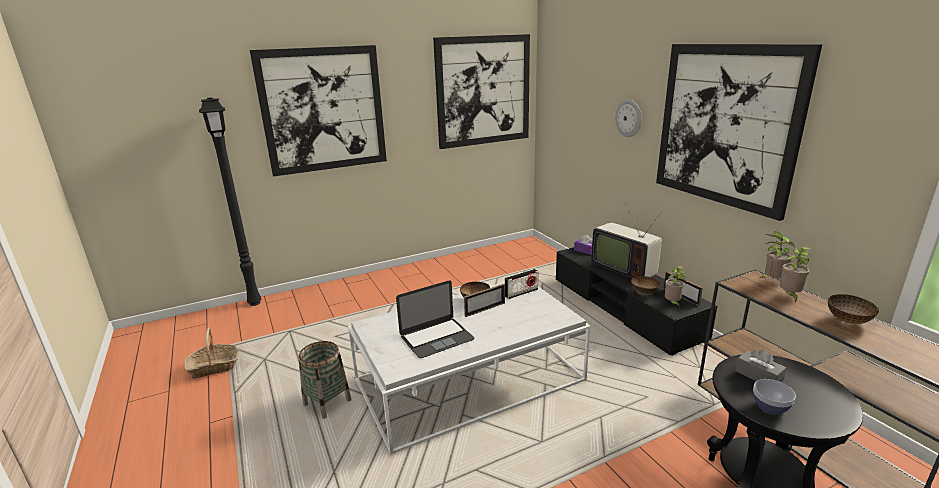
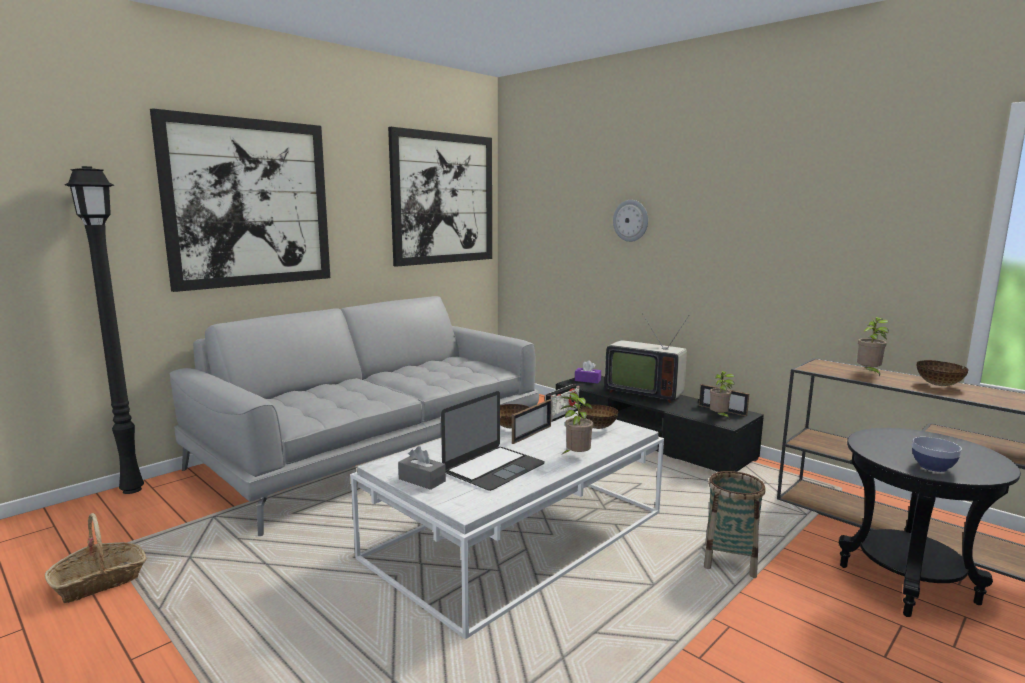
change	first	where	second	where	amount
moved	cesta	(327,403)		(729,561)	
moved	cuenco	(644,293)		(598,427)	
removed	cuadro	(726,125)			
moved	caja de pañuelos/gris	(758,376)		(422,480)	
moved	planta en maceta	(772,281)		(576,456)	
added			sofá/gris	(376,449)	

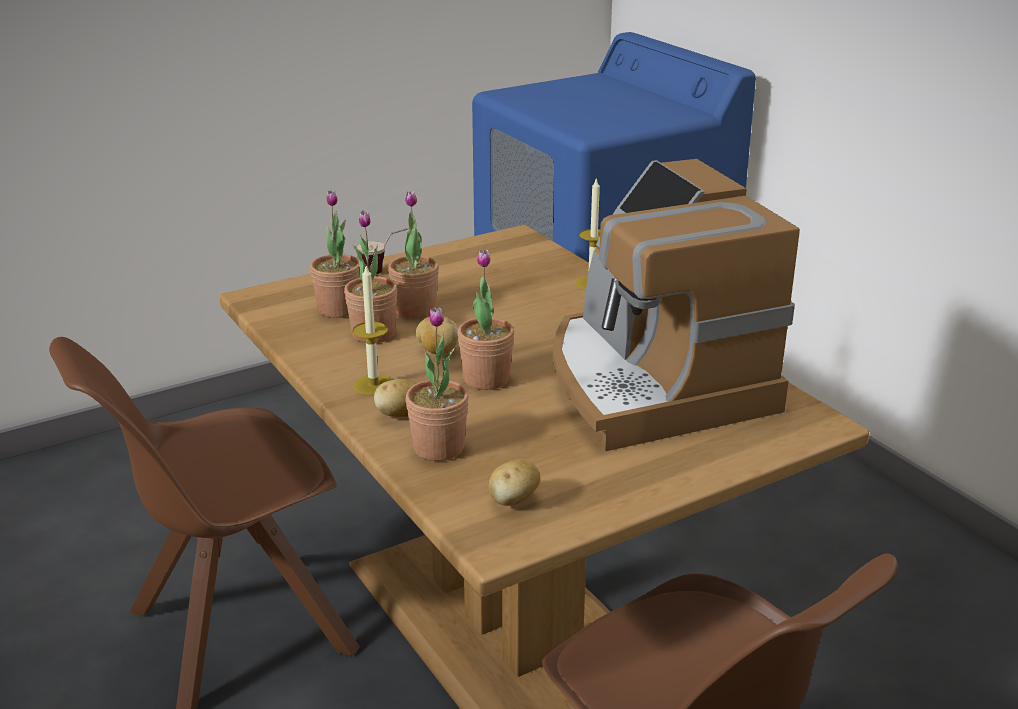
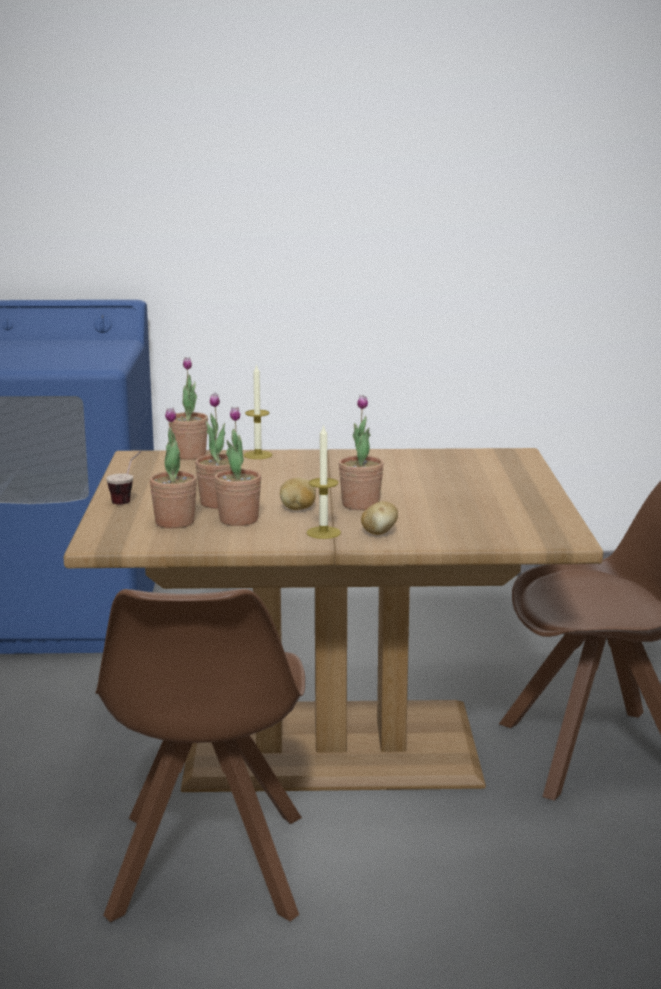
change	first	where	second	where	amount
moved	planta en maceta	(438,447)		(189,455)	
removed	patata	(513,501)			
removed	cafetera	(652,382)			

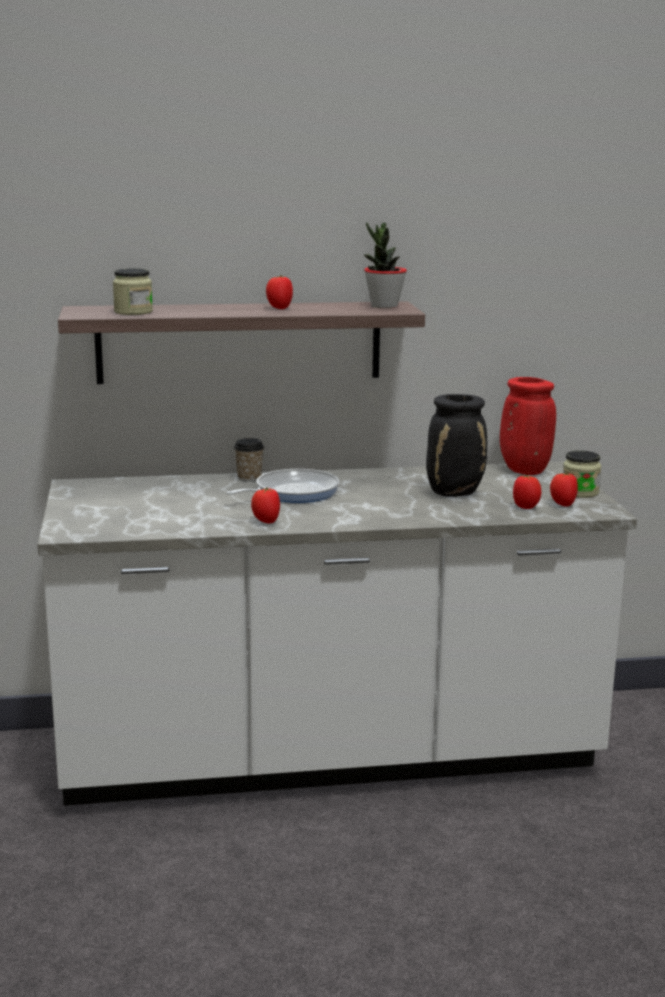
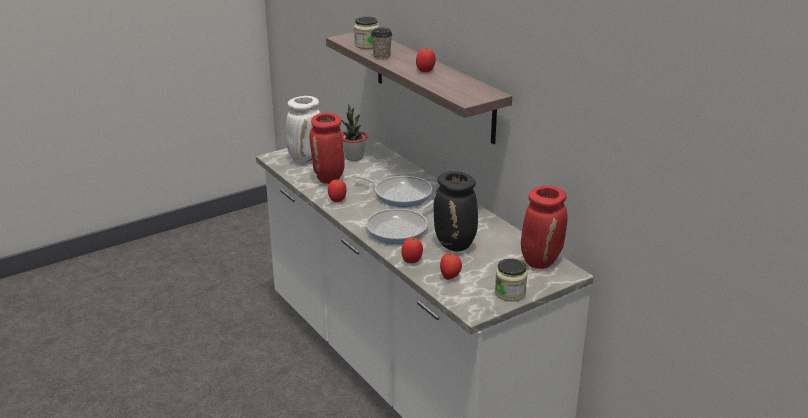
change	first	where	second	where	amount
moved	taza	(249,478)		(381,56)	
moved	planta en maceta	(384,306)		(354,157)	
moved	tomate	(562,504)		(412,260)	
added			florero/blanco	(306,158)	
added			florero/rojo	(329,179)	
added			sartén	(400,229)	

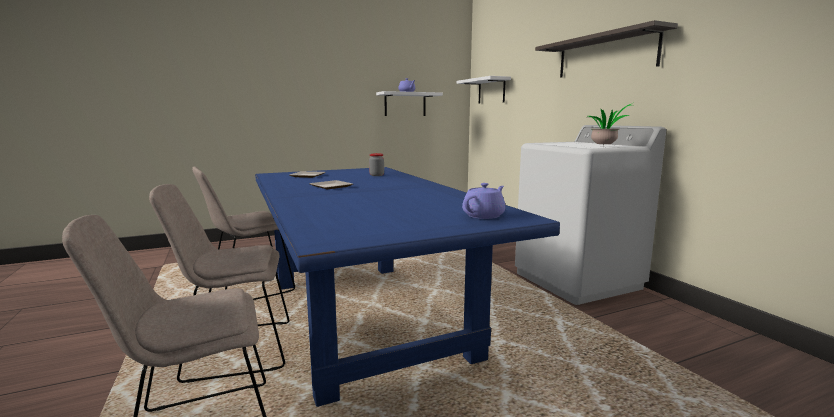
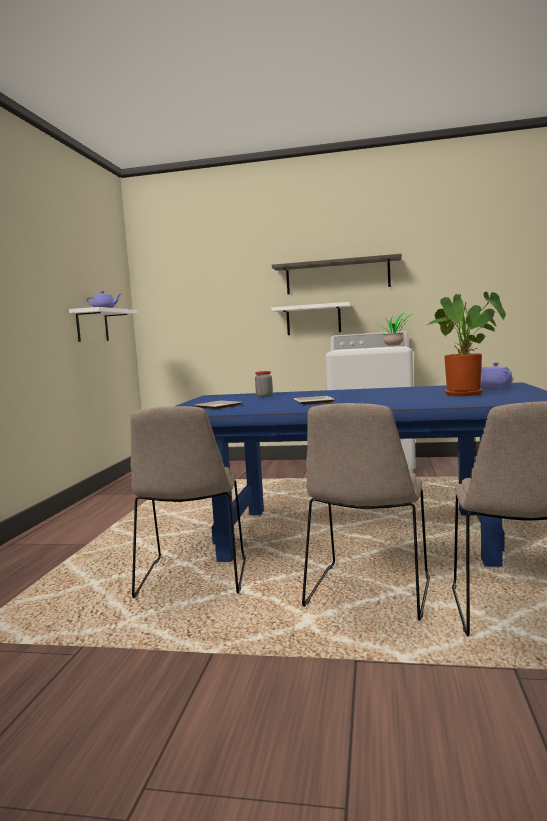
change	first	where	second	where	amount
moved	estante/blanco	(491,91)		(313,319)	
added			planta en maceta	(467,394)	

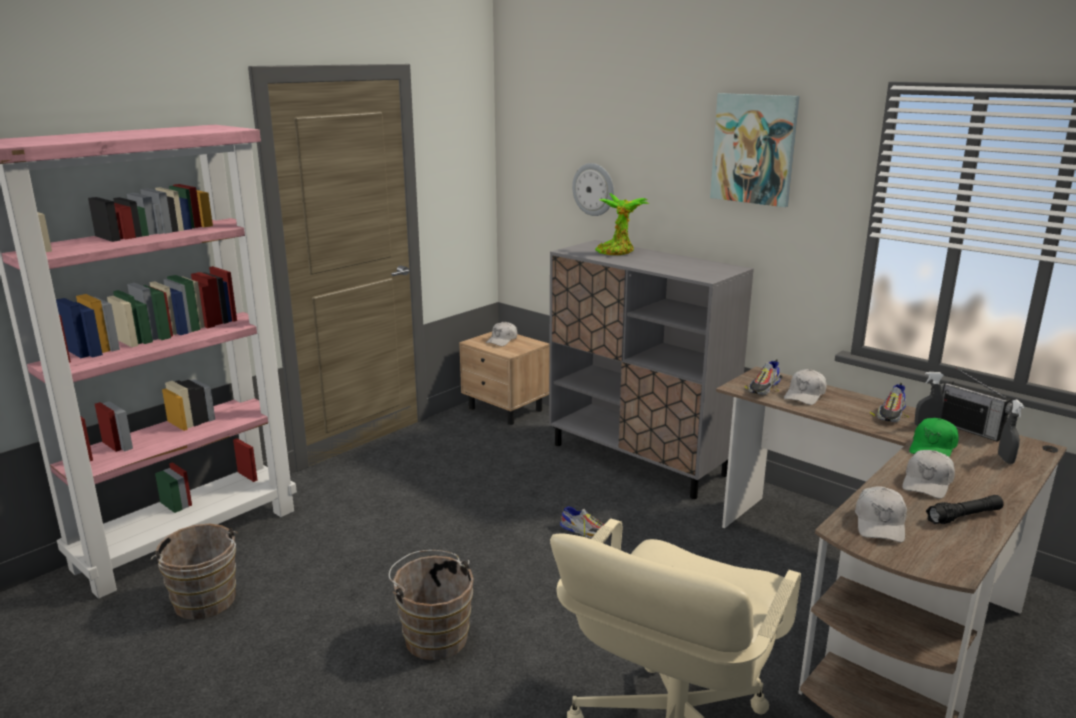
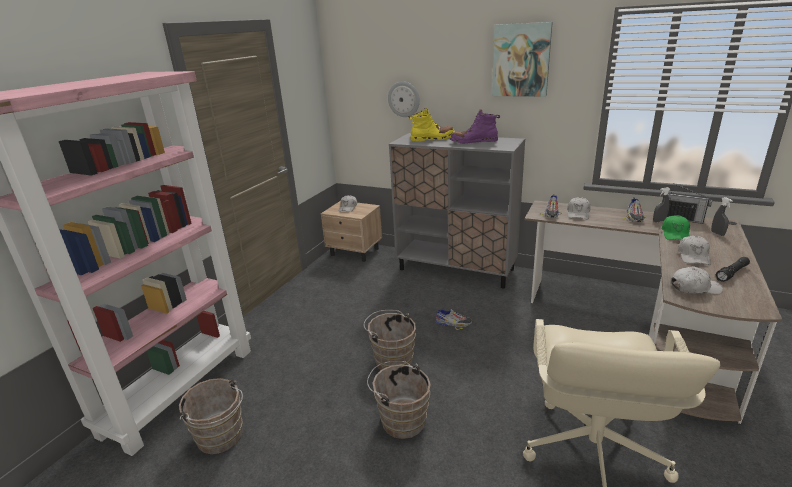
change	first	where	second	where	amount
replaced	planta en maceta	(618,252)	bota/amarillo	(432,139)	
turned	gorra/blanco	(880,524)		(694,288)	90 degrees counterclockwise
added			cubo/marrón	(392,359)	
added			bota/morado	(473,142)	

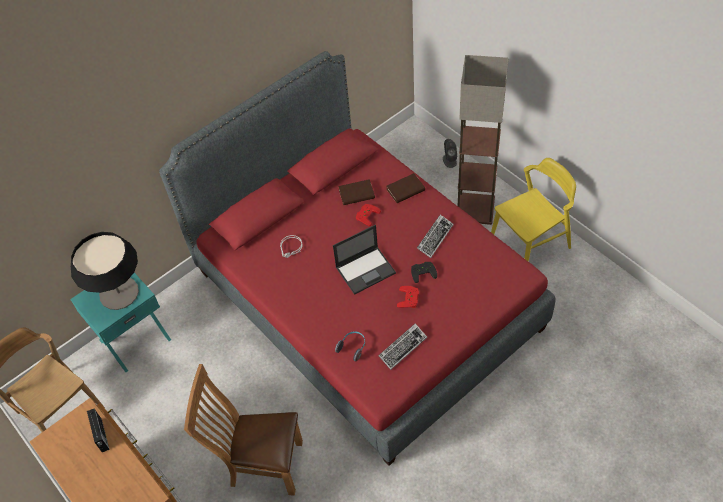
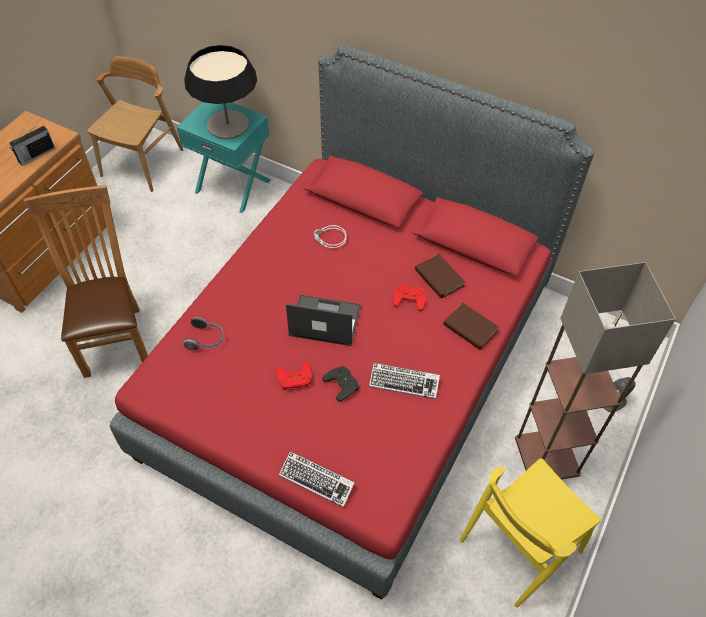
change	first	where	second	where	amount
turned	portátil	(366,270)		(324,320)	150 degrees clockwise
moved	teclado	(402,348)		(317,480)	
turned	silla/amarillo	(530,244)		(519,545)	105 degrees clockwise

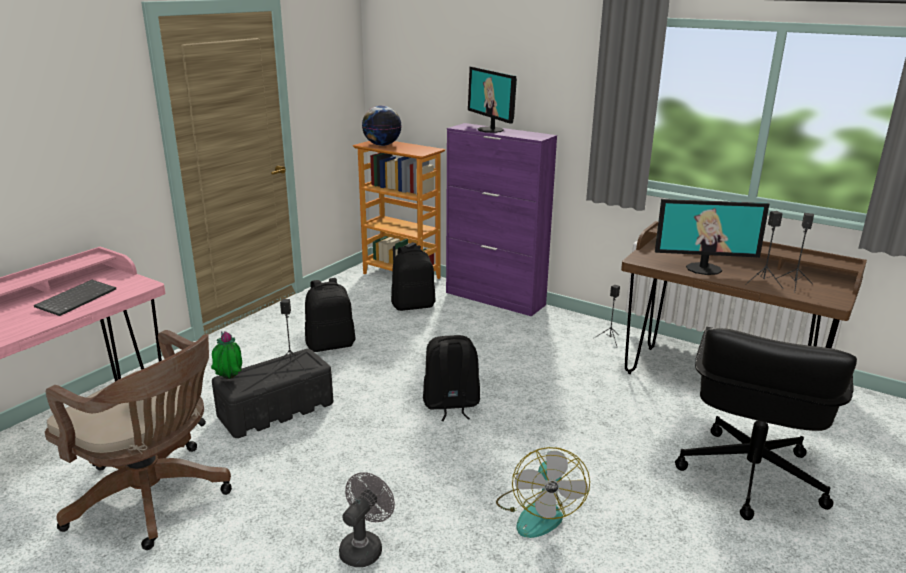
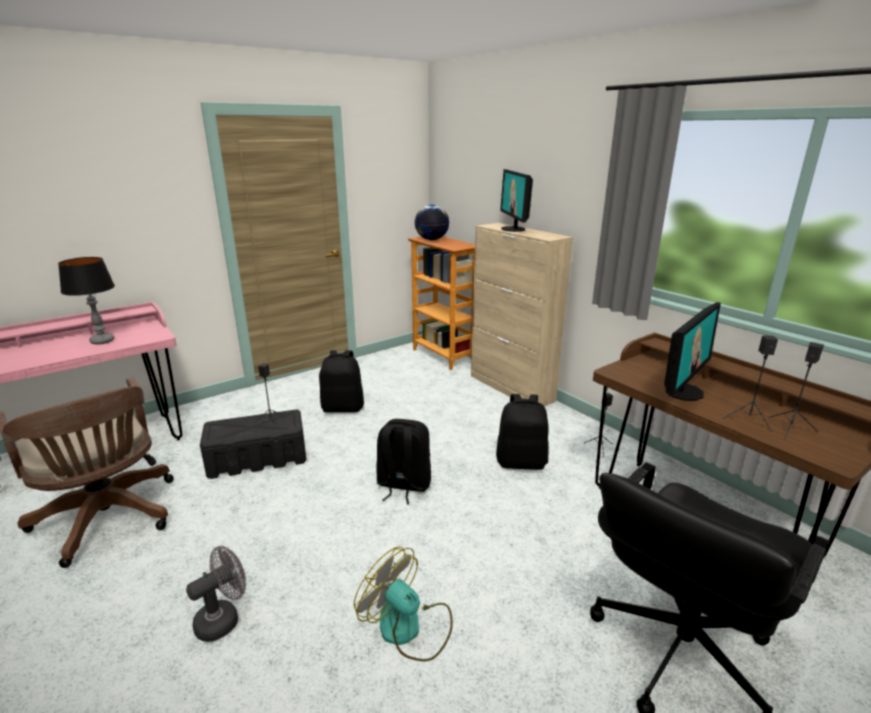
change	first	where	second	where	amount
replaced	teclado	(76,298)	lámpara de mesa	(102,341)	
removed	planta en maceta	(229,380)			
moved	mochila/negro	(413,305)		(521,462)	
recoloured	armario/morado	(495,299)	armario/beis	(511,388)	
turned	ventilador	(538,512)		(408,628)	105 degrees clockwise
turned	monitor	(703,268)		(683,391)	75 degrees counterclockwise

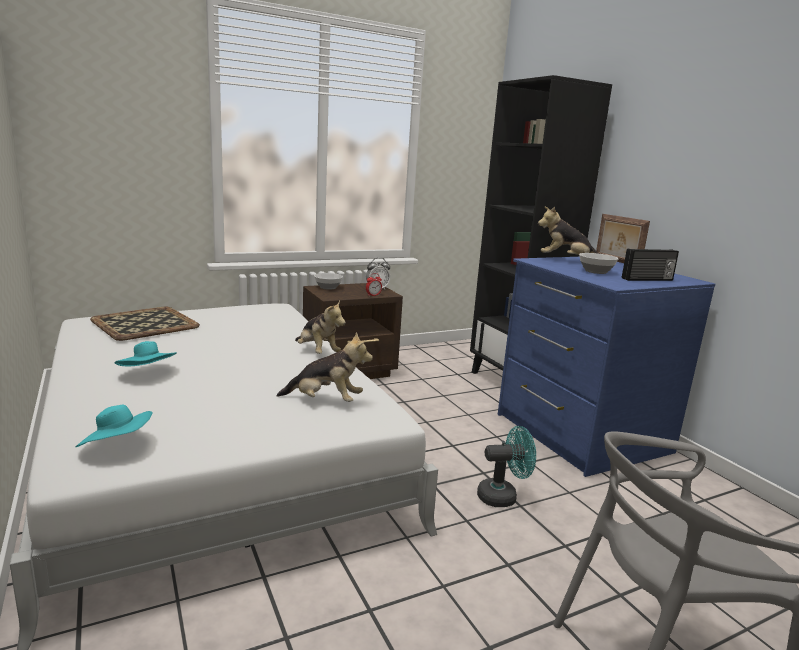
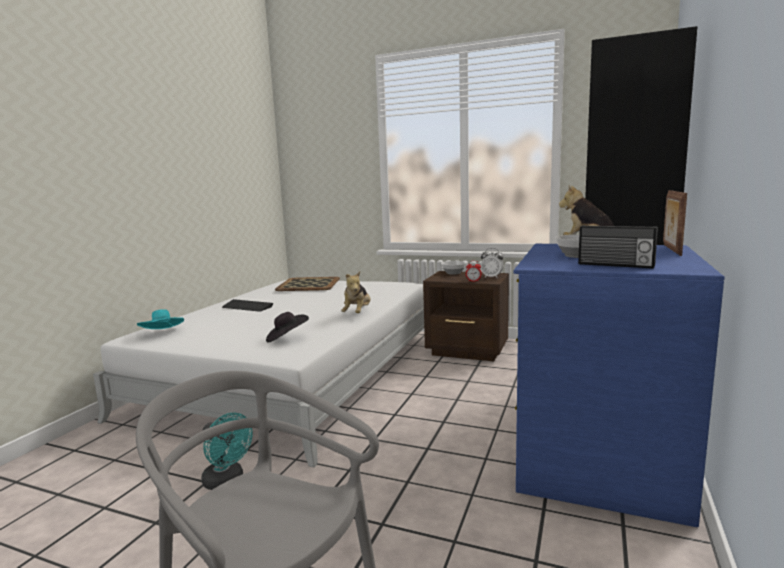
change	first	where	second	where	amount
replaced	sombrero/turquesa	(148,373)	teclado	(247,307)	
replaced	peluche	(325,401)	sombrero/negro	(287,338)	
moved	ventilador/turquesa	(503,496)		(227,482)	

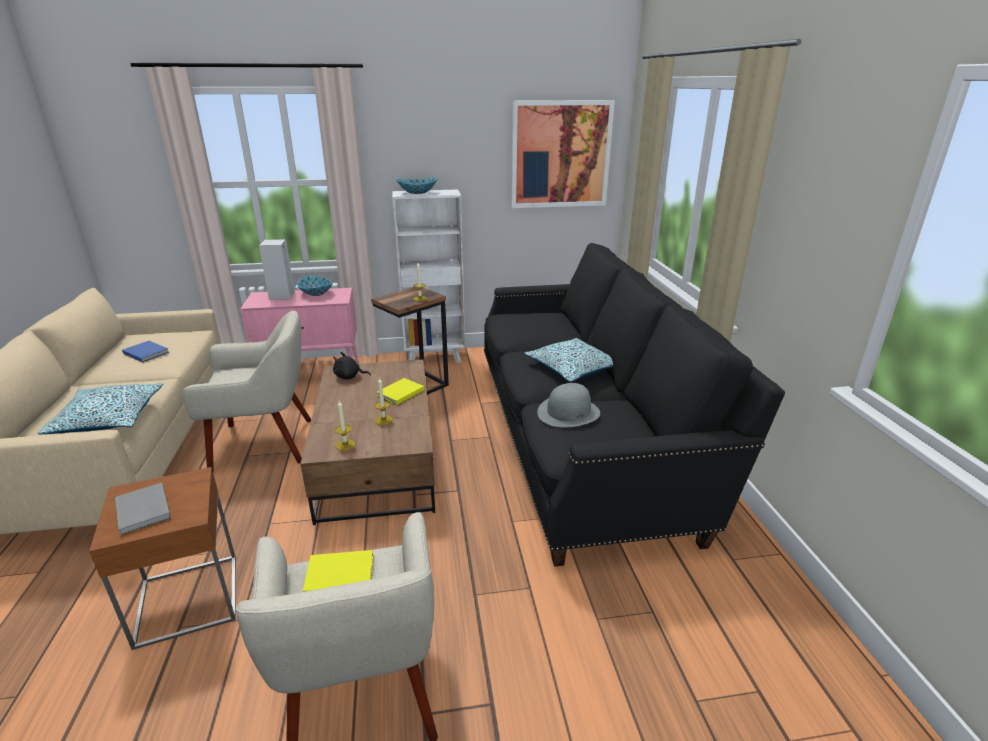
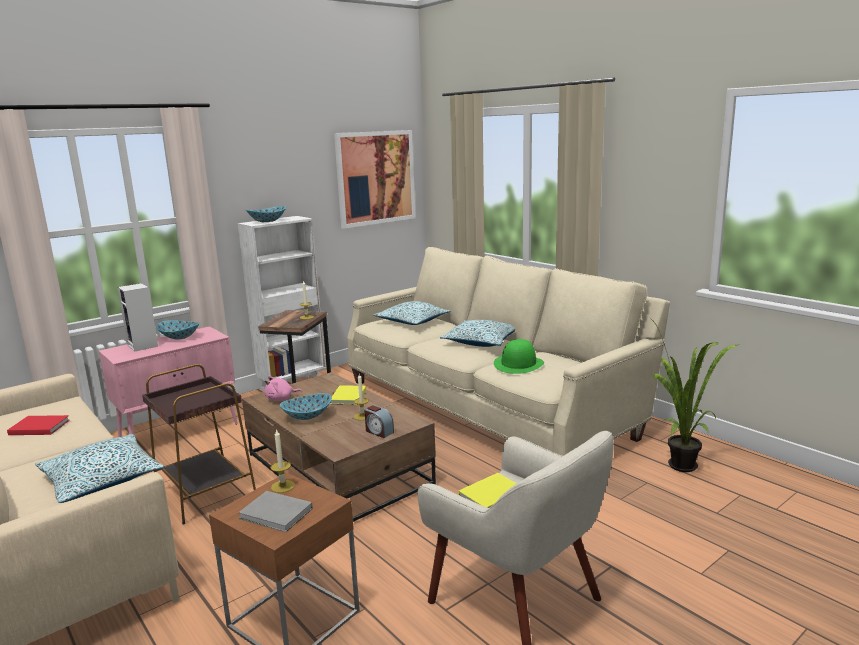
change	first	where	second	where	amount
recoloured	libro/azul	(146,352)	libro/rojo	(38,427)	
replaced	sillón/beis	(265,443)	mesa auxiliar/marrón	(205,494)	
recoloured	peluche/negro	(349,377)	peluche/rosa	(281,399)	
moved	vela	(345,445)		(283,486)	
recoloured	sofá/negro	(582,437)	sofá/beis	(488,405)	
recoloured	sombrero/gris	(568,412)	sombrero/verde	(518,364)	
added			cuenco	(307,416)	
added			despertador	(379,432)	
added			cojín	(412,322)	
added			planta en maceta	(681,469)	

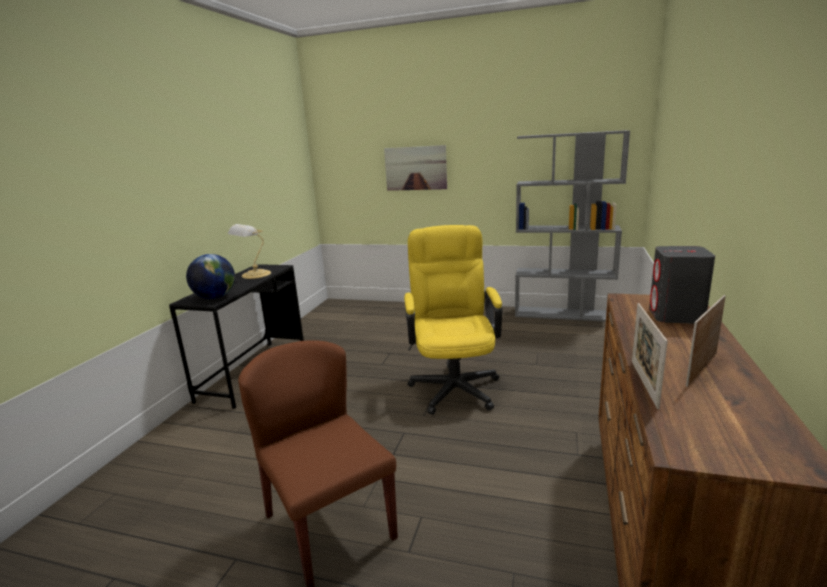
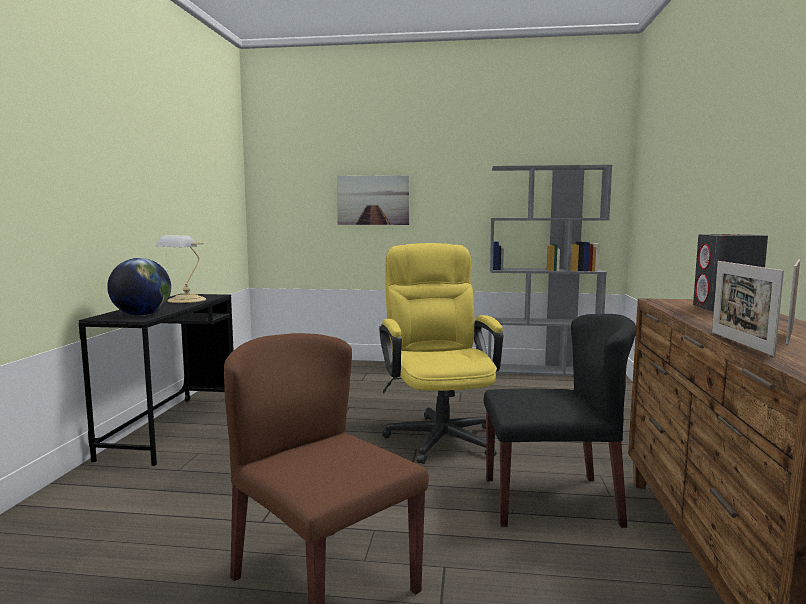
change	first	where	second	where	amount
added			silla/negro	(552,501)	

